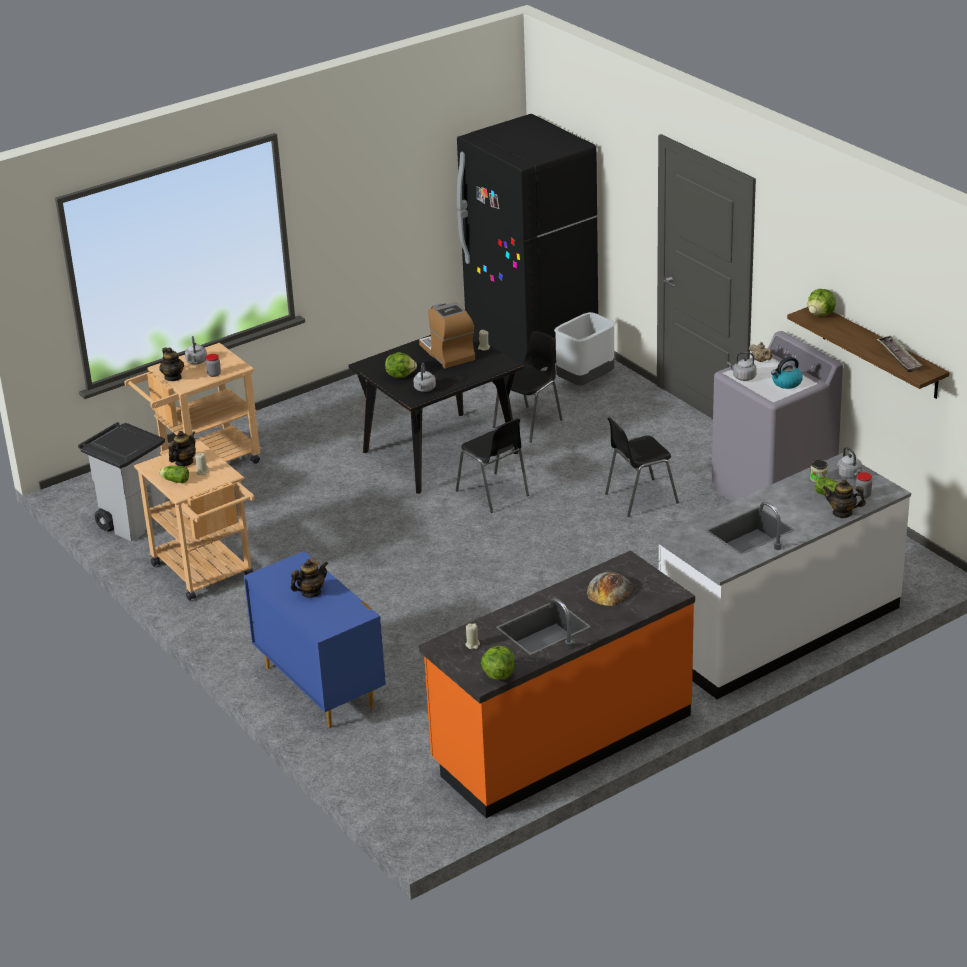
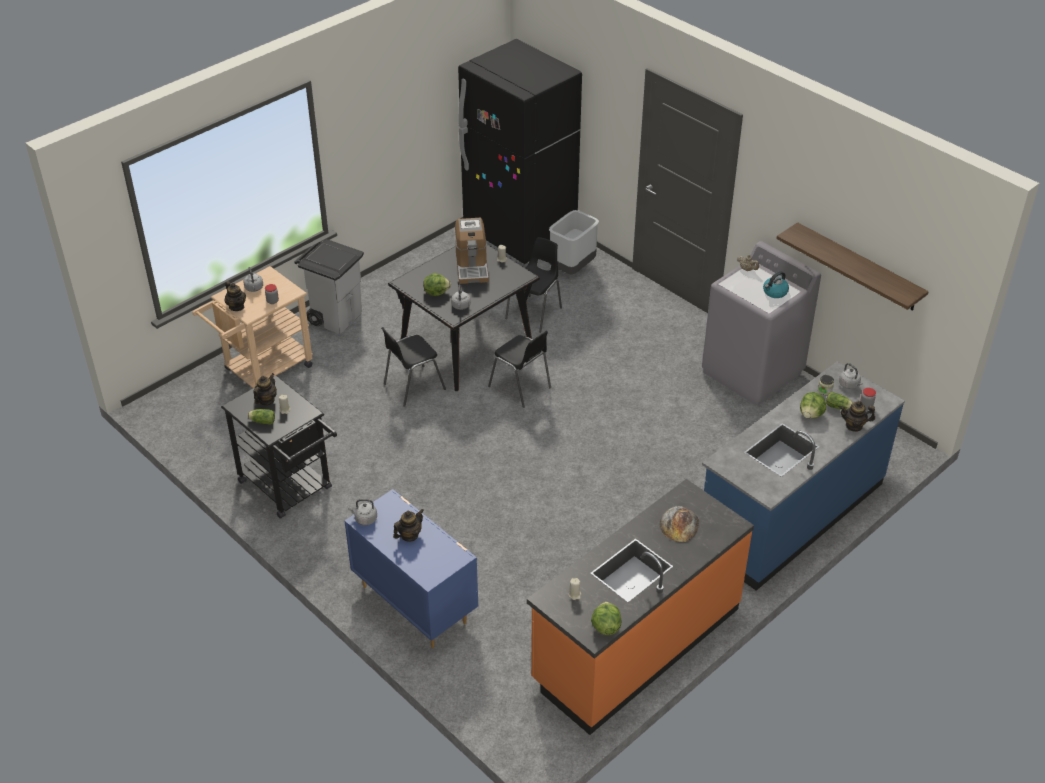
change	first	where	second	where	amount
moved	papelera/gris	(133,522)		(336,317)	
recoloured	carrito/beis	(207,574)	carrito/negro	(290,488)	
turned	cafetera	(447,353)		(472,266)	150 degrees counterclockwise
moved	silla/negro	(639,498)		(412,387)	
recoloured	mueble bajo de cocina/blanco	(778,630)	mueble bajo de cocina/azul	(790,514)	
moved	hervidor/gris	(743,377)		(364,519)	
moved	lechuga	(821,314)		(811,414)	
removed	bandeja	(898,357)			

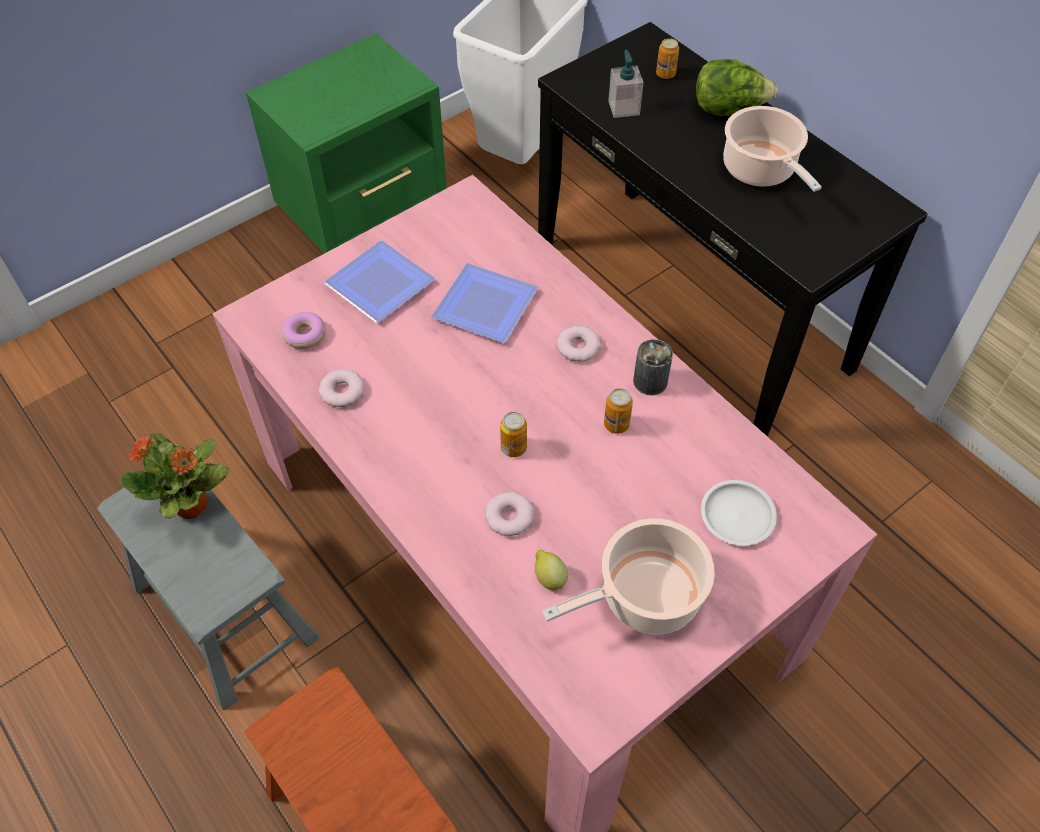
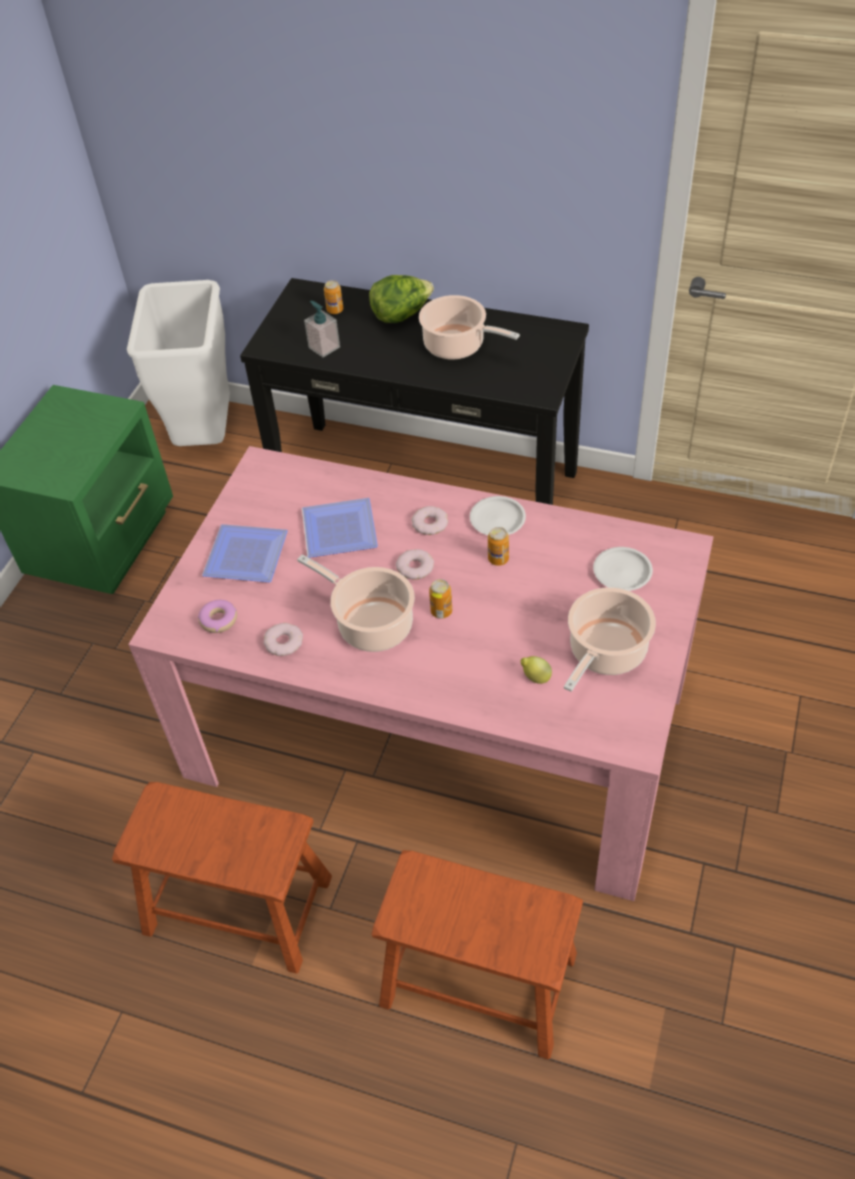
change	first	where	second	where	amount
recoloured	taburete/gris	(224,611)	taburete/marrón	(238,904)	
removed	planta en maceta	(192,506)			
moved	rosquilla	(509,517)		(415,567)	
replaced	lata	(650,381)	plato/blanco	(497,520)	
added			olla	(371,623)	

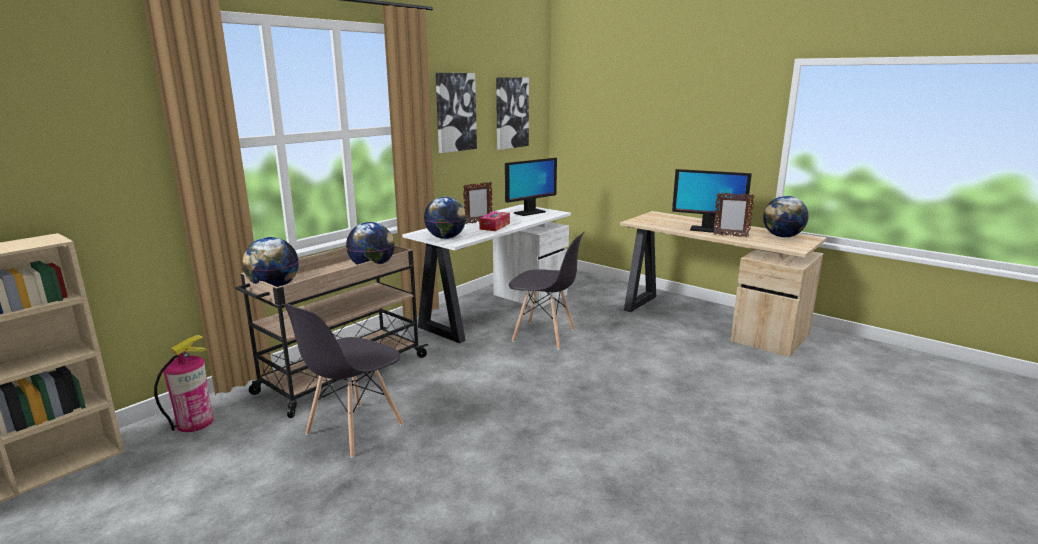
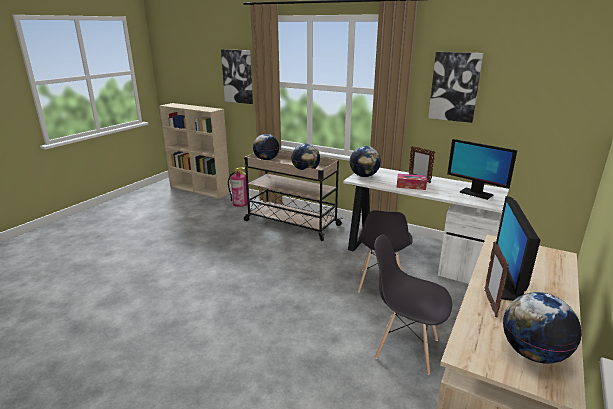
change	first	where	second	where	amount
moved	silla/gris	(354,430)		(405,348)	
moved	cuadro	(511,113)		(238,76)	

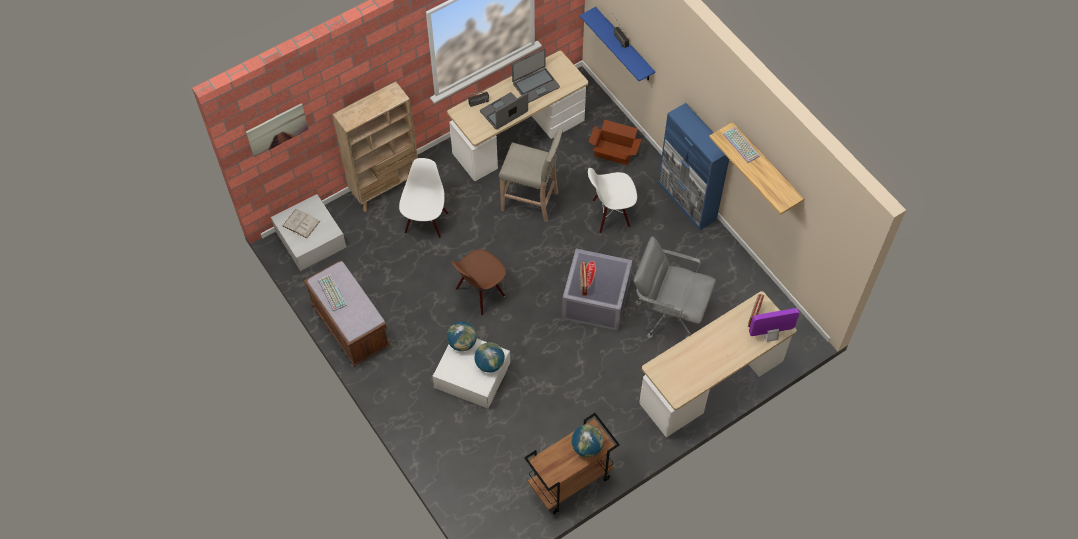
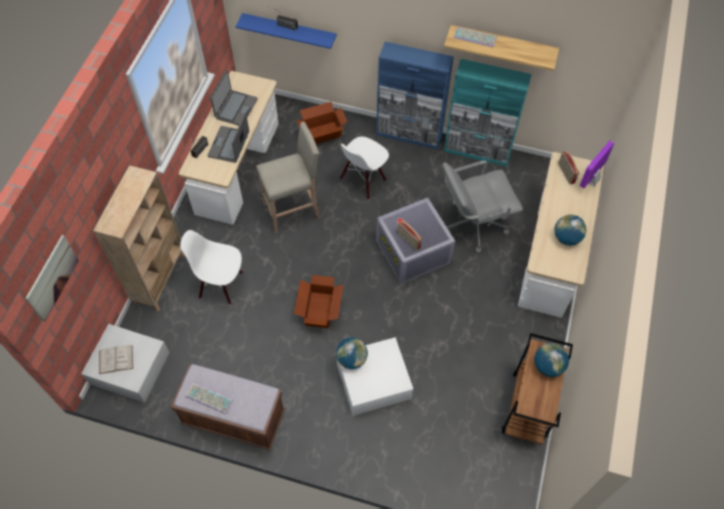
change	first	where	second	where	amount
turned	silla/blanco	(425,222)		(221,284)	45 degrees counterclockwise
replaced	silla/marrón	(480,293)	caja de cartón	(319,310)	
moved	globo terráqueo	(489,364)		(566,238)	
added			armario/turquesa	(477,151)	

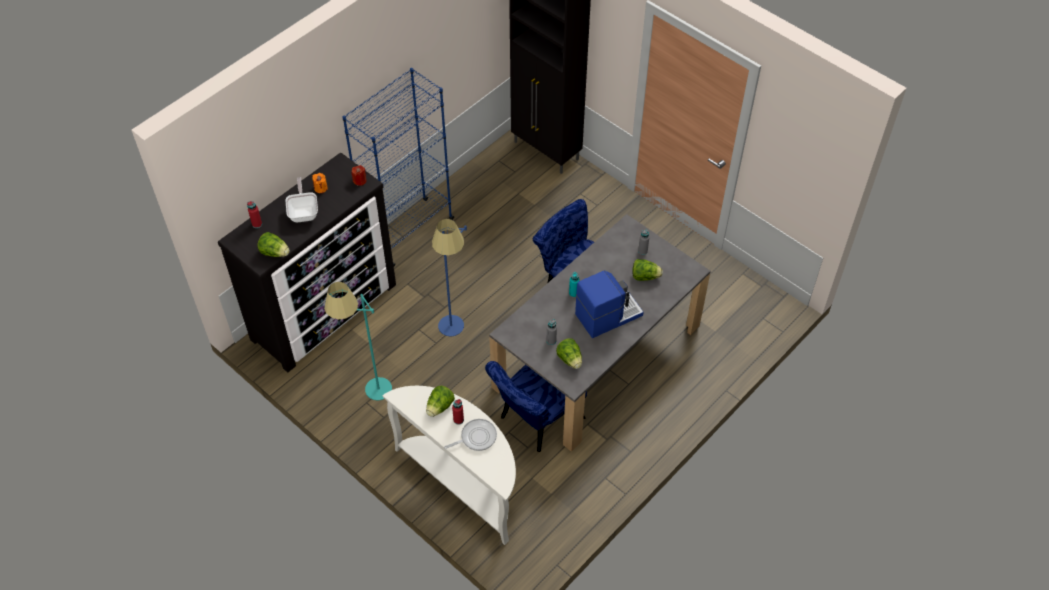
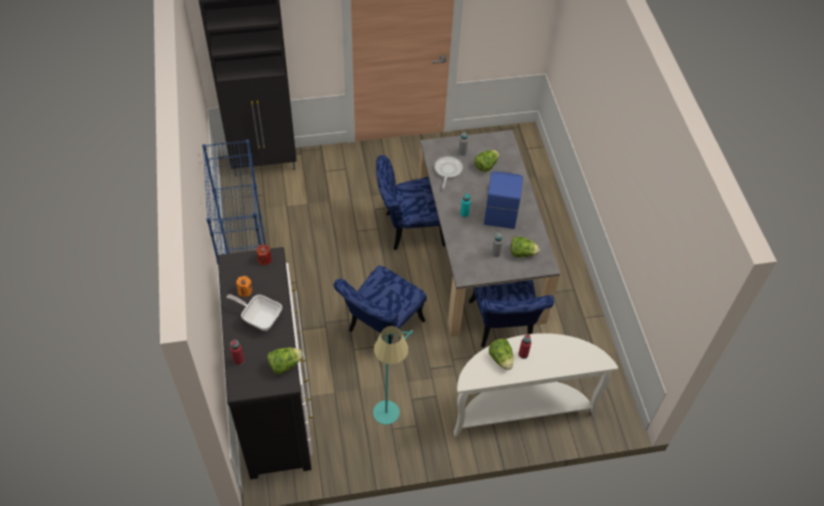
change	first	where	second	where	amount
replaced	lámpara de pie/azul	(454,335)	silla/azul	(381,329)	
moved	sartén	(476,437)		(447,170)	

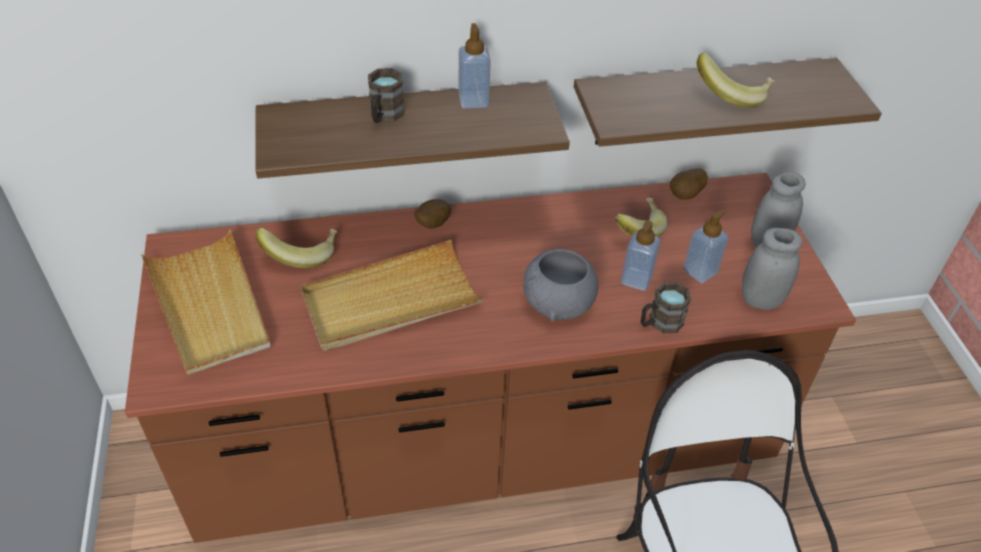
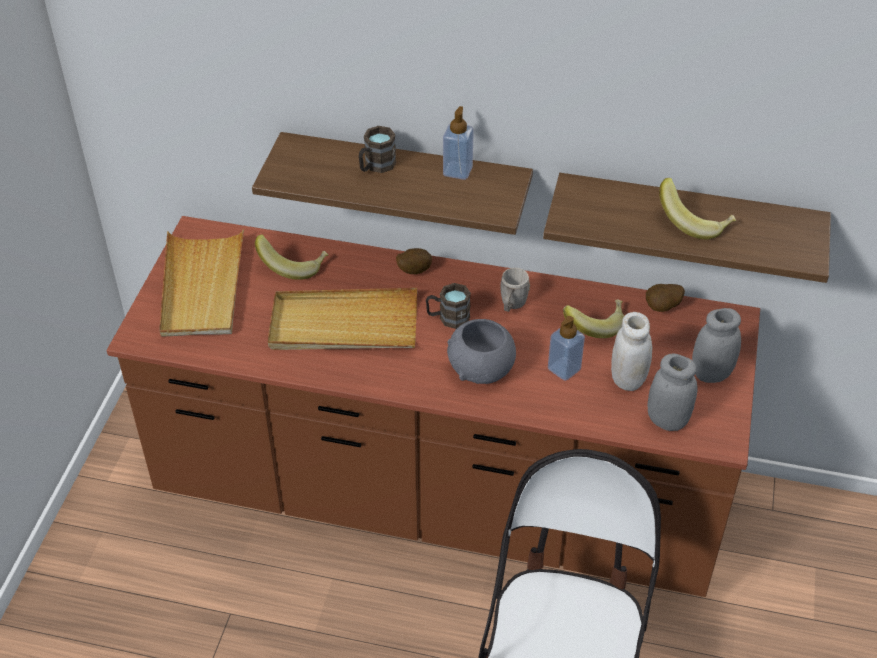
change	first	where	second	where	amount
moved	taza grande/marrón	(659,323)		(448,318)	
replaced	dispensador de jabón	(700,271)	tarro/blanco	(627,379)	
added			taza grande/gris	(512,305)	

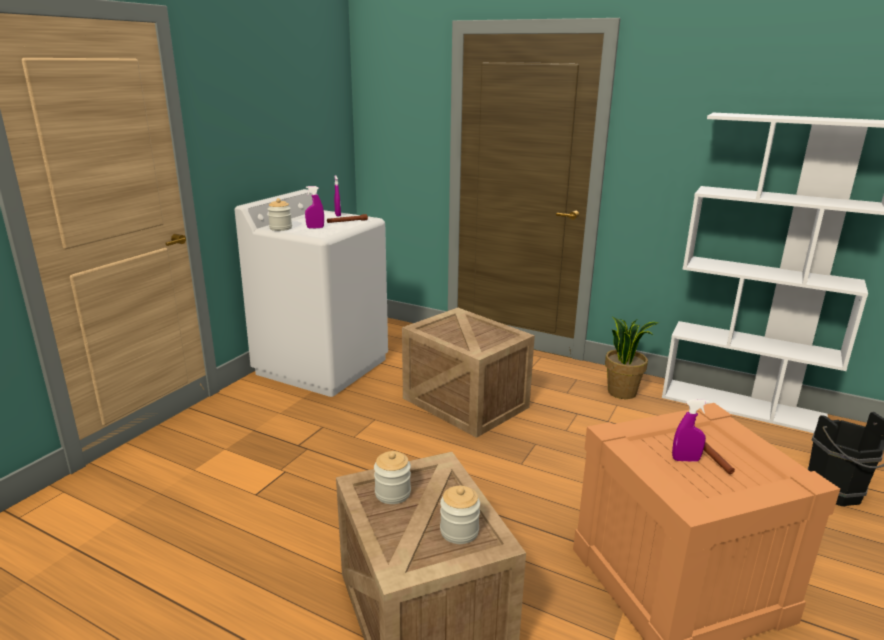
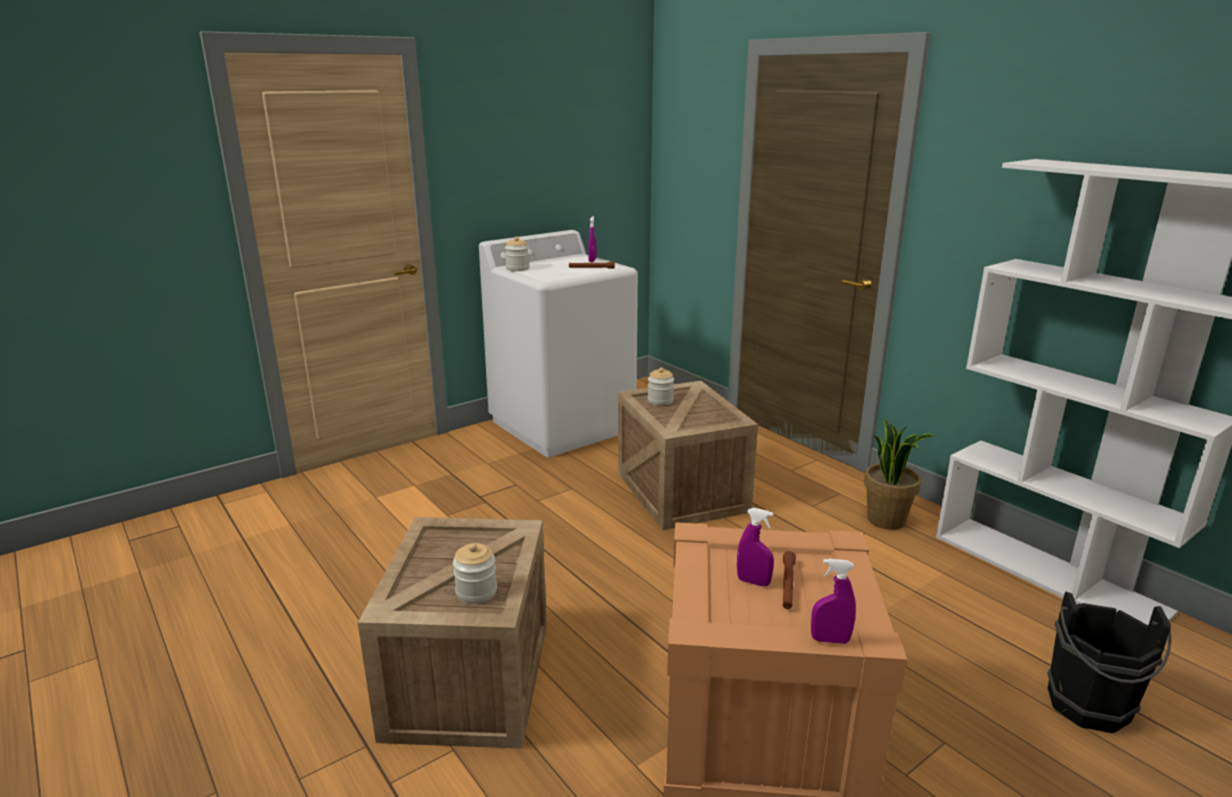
change	first	where	second	where	amount
moved	pulverizador/morado	(315,228)		(830,640)	
moved	tarro	(392,493)		(660,400)	

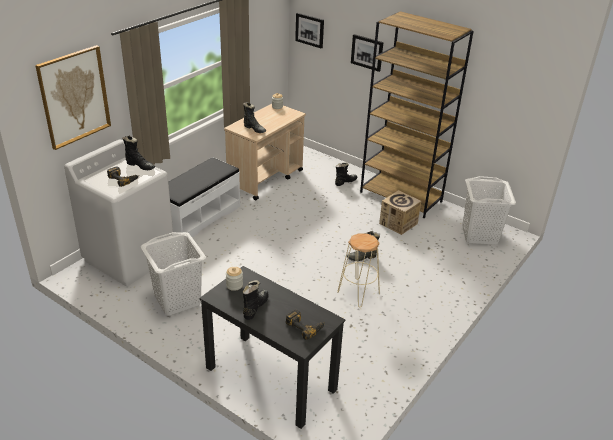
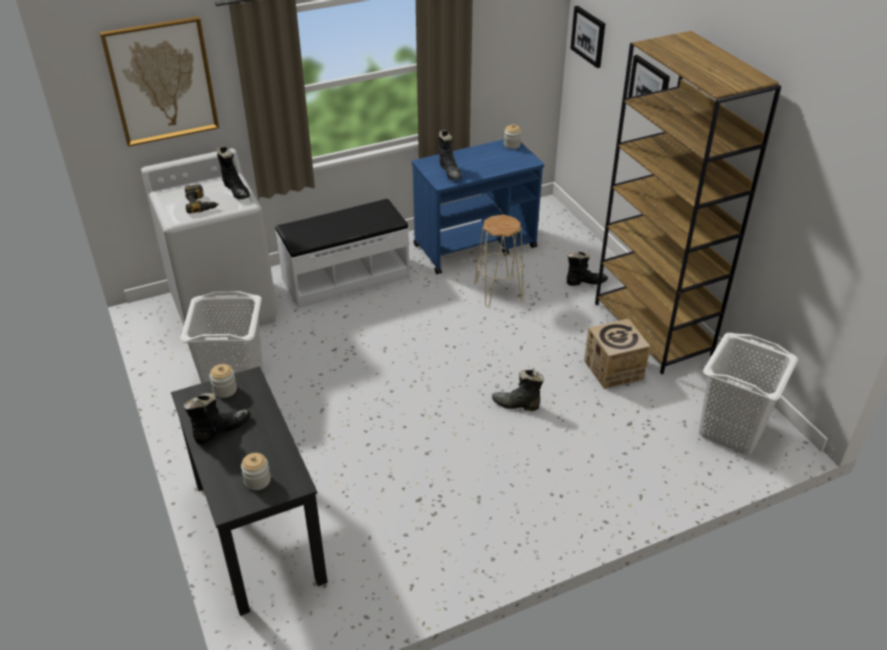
change	first	where	second	where	amount
recoloured	carrito/beis	(266,178)	carrito/azul	(476,246)	
replaced	taladro	(305,326)	tarro	(257,480)	
moved	taburete/beis	(358,293)		(498,292)	

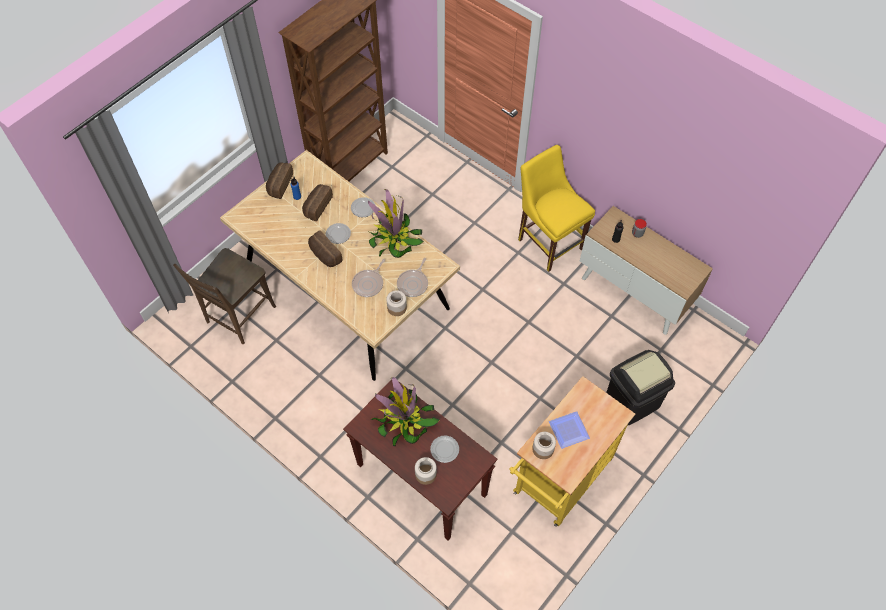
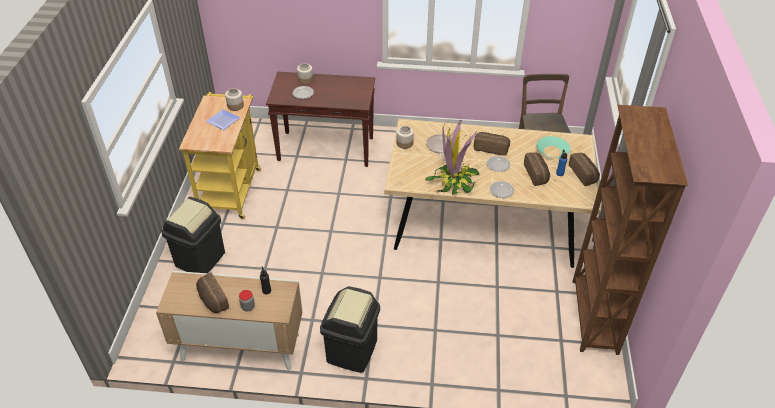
change	first	where	second	where	amount
removed	planta en maceta	(403,421)			
removed	sartén	(413,283)			
replaced	silla/amarillo	(548,241)	papelera/negro	(352,351)	
added			pan	(212,300)	
added			cuenco/turquesa	(552,151)	

